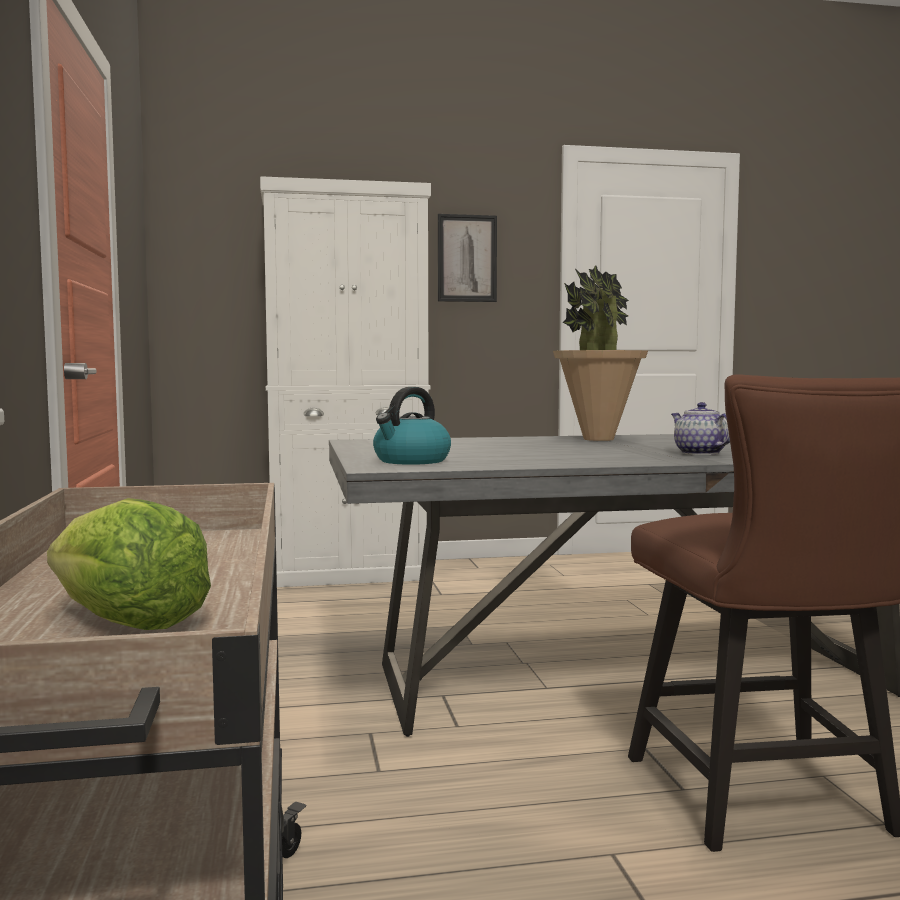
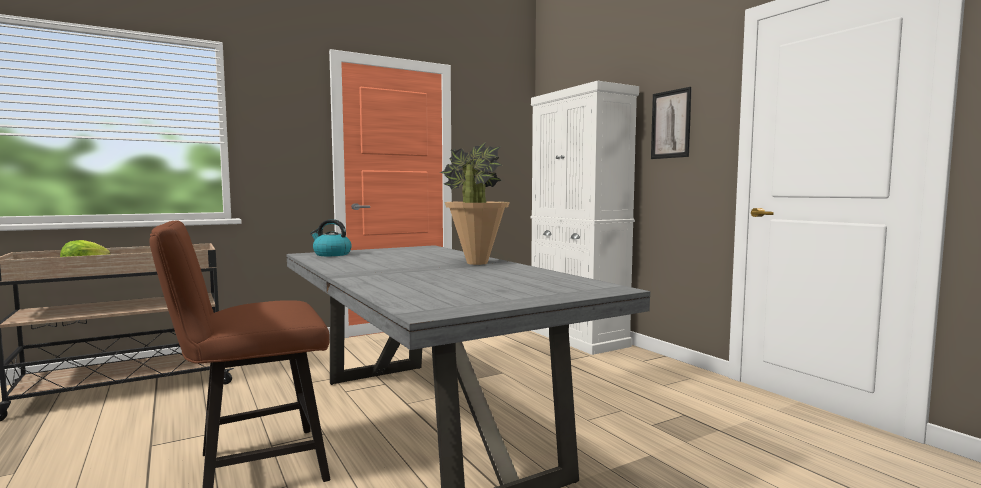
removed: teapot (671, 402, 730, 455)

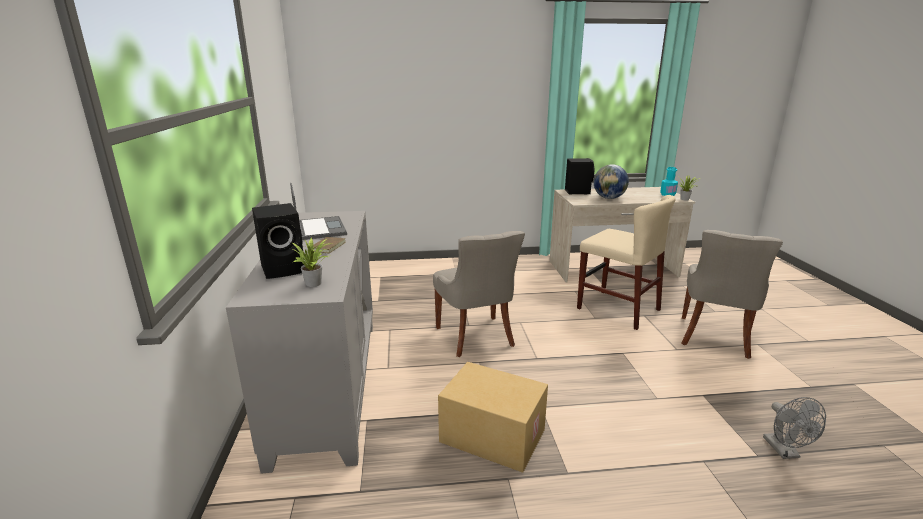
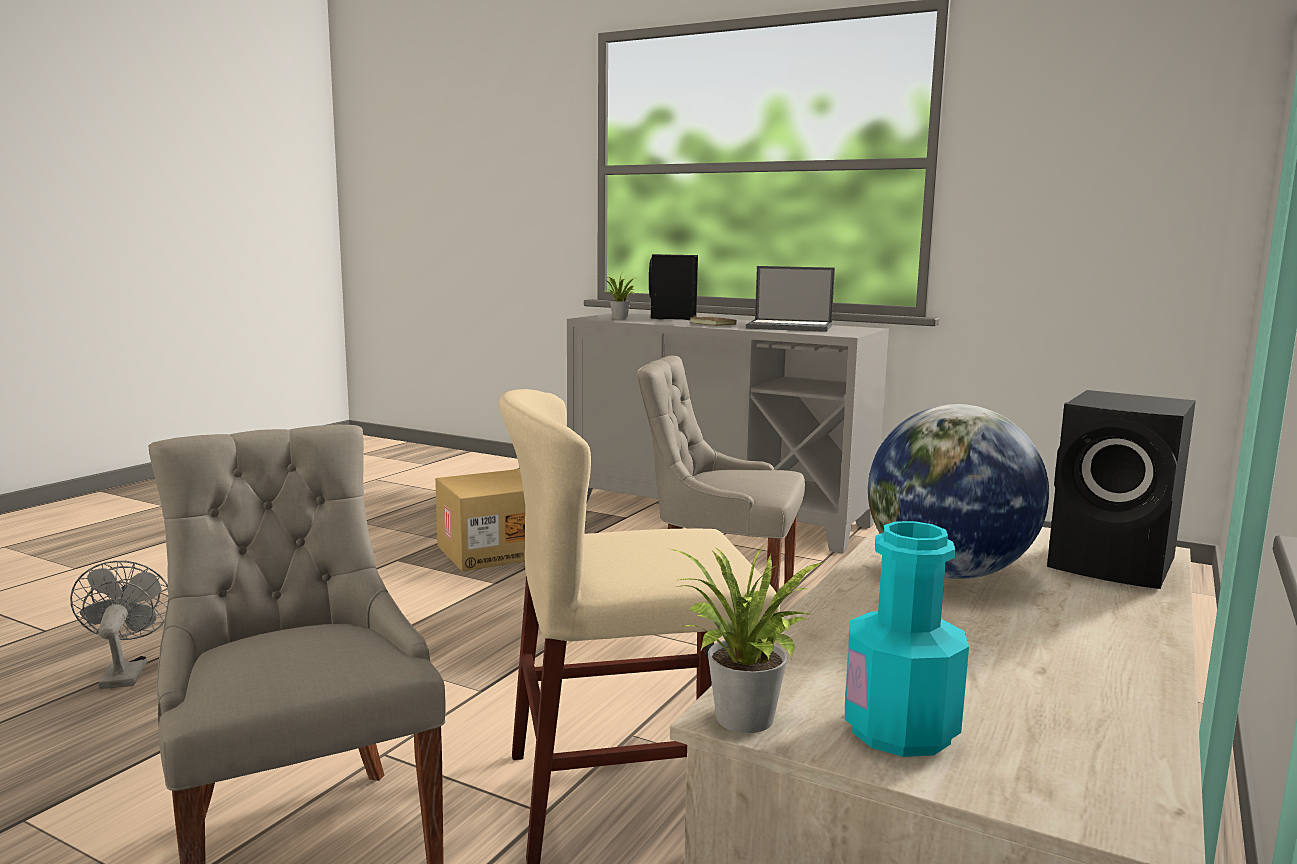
turned: greyish cooling fan (763, 397, 826, 459) = (70, 561, 169, 689) 45 degrees clockwise

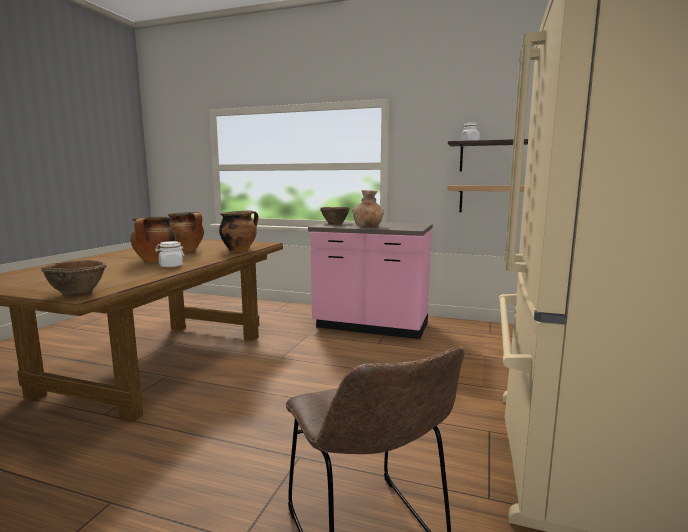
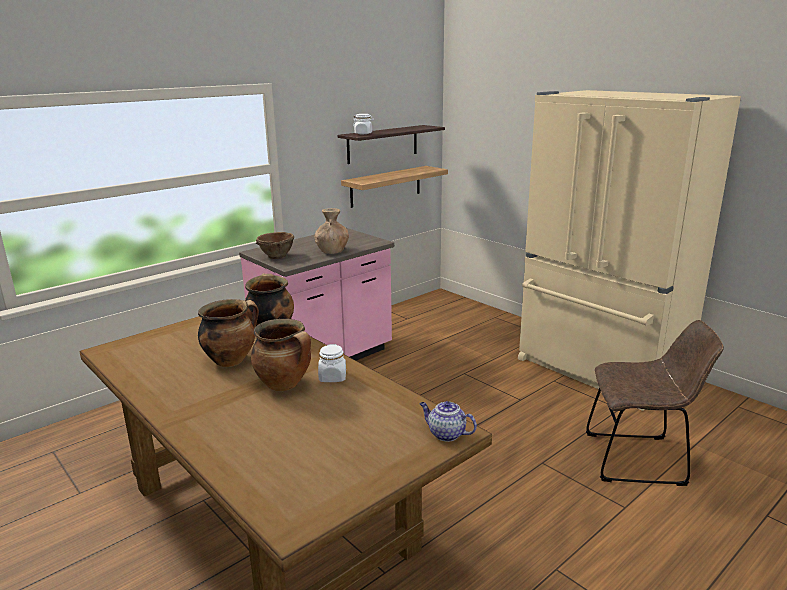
replaced: brown-coloured deep dish (41, 260, 107, 297) to teapot (419, 401, 477, 442)

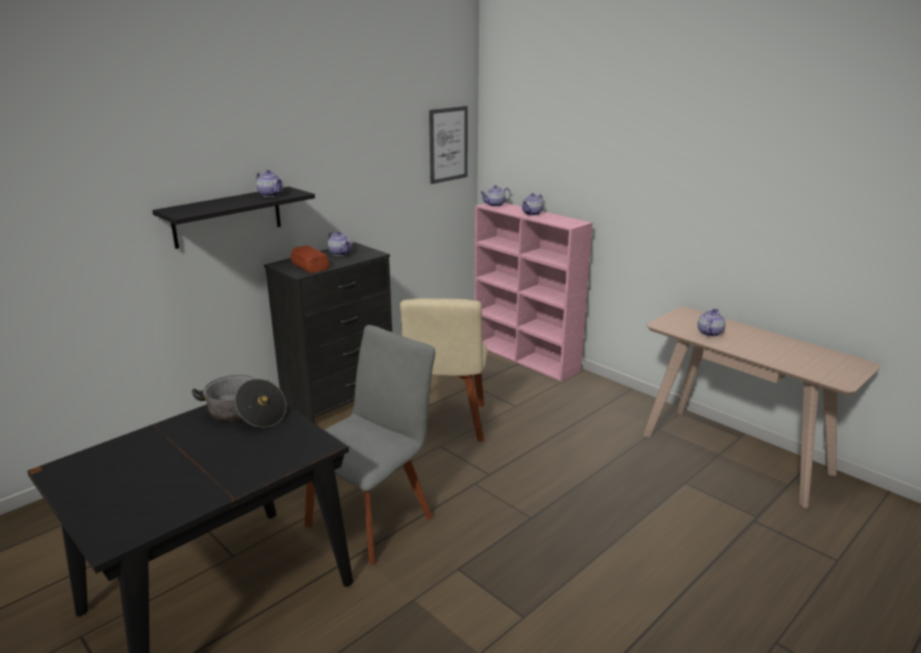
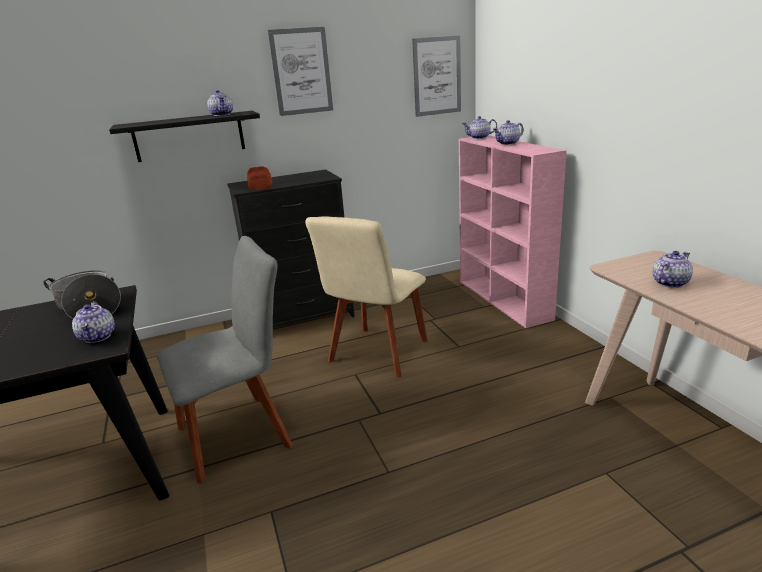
added: wall art (268, 27, 333, 116)
moved: teapot (328, 231, 352, 256) to (72, 301, 115, 343)

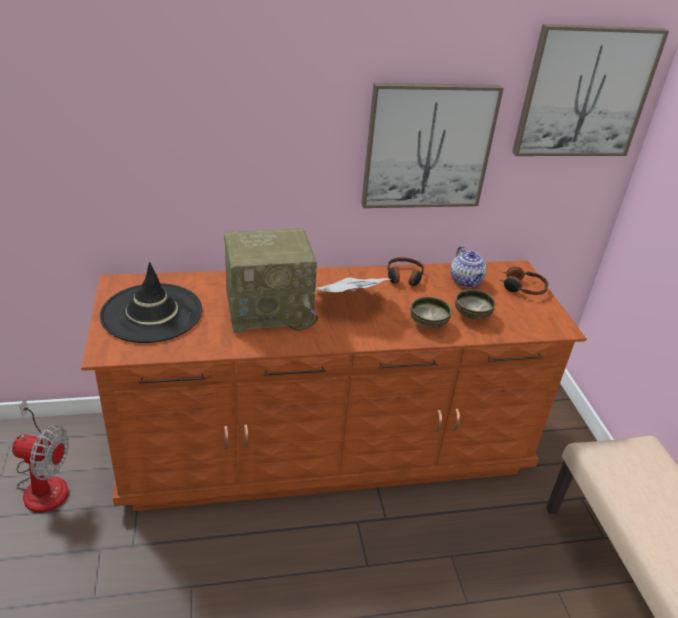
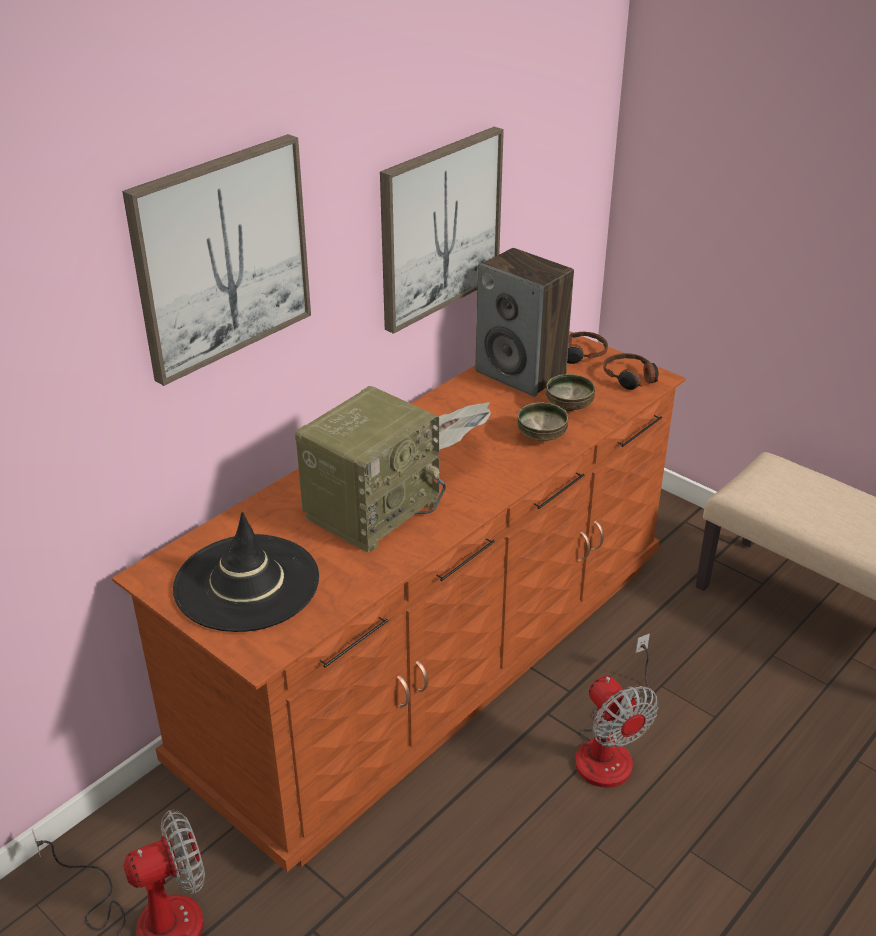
added: cooling fan (575, 634, 658, 788)
moved: wall art (512, 24, 669, 156) to (122, 134, 311, 386); headset (387, 257, 424, 286) to (603, 353, 658, 390)
replaced: teapot (451, 246, 487, 288) to speaker (475, 248, 574, 397)

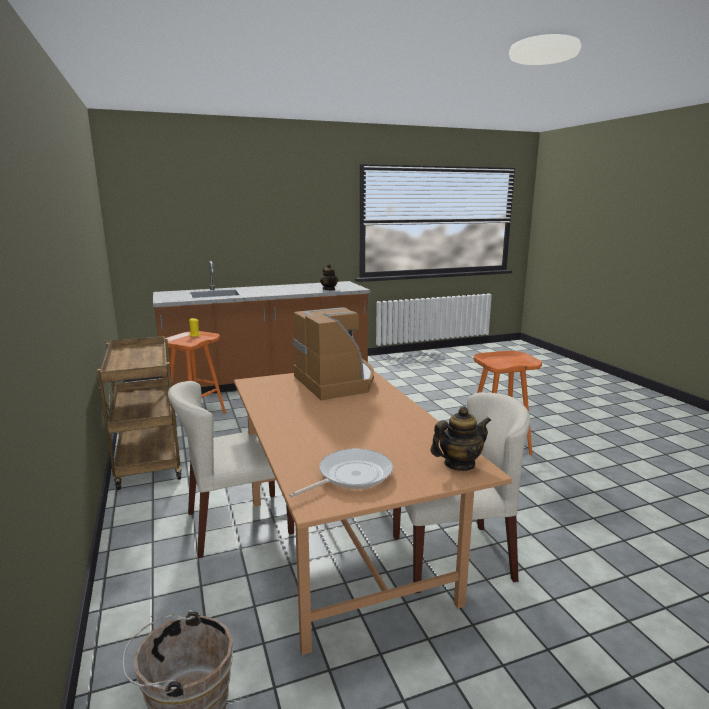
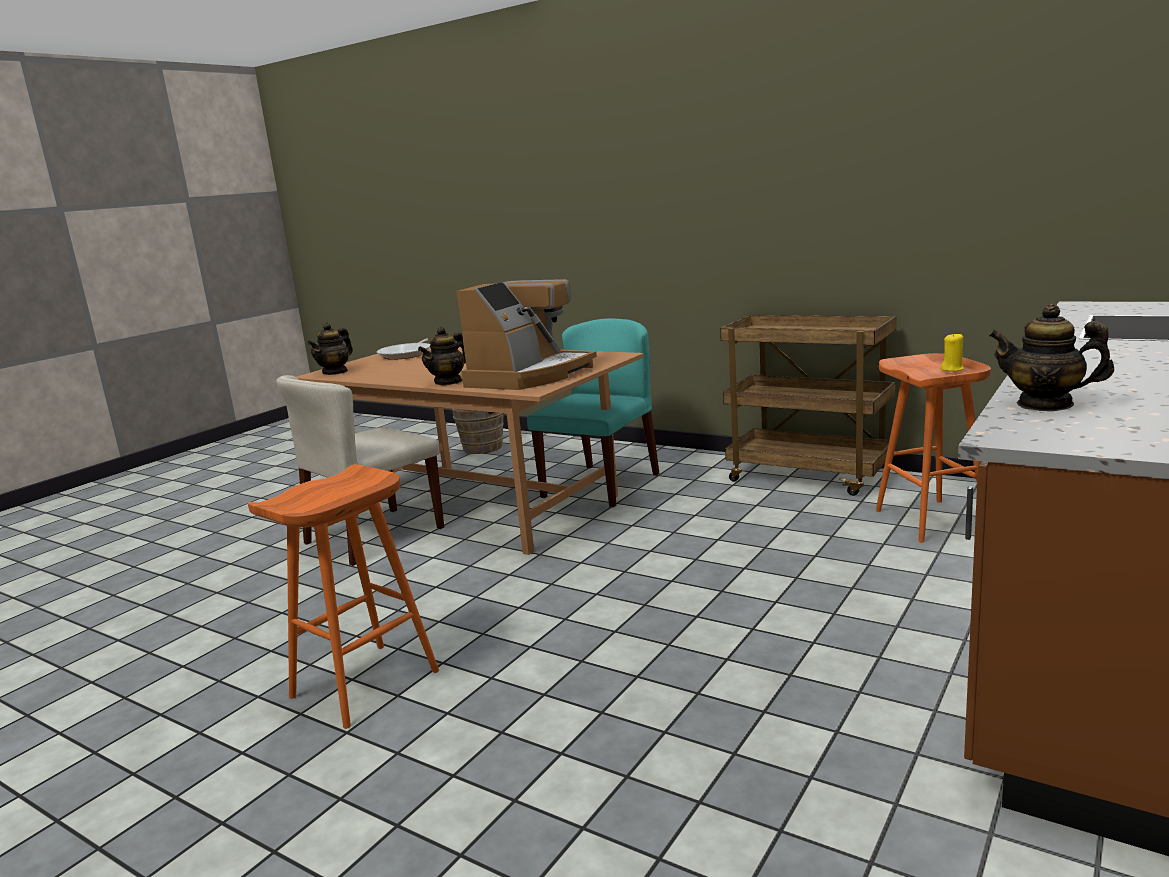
added: teapot (418, 327, 466, 385)
recoloured: sand-coloured plain chair (168, 381, 294, 558) to blue-green plain chair (527, 318, 660, 507)
turned: coffee machine (293, 307, 374, 400) = (456, 279, 597, 390) 90 degrees counterclockwise

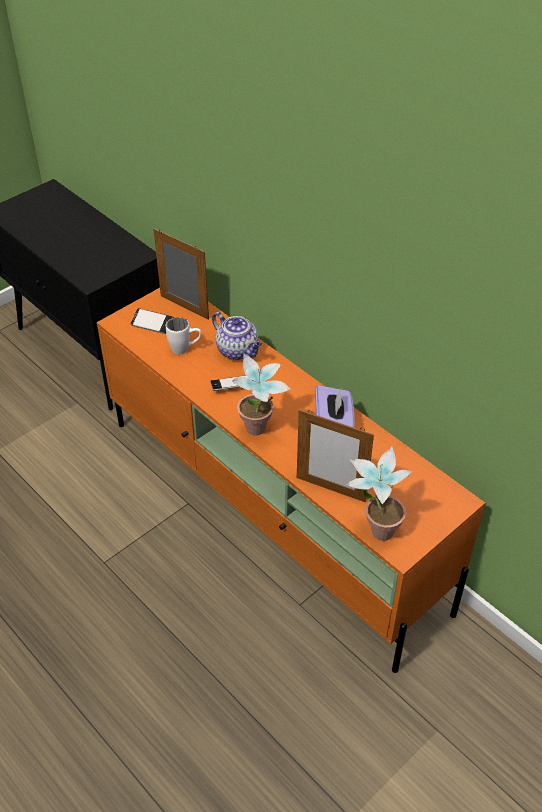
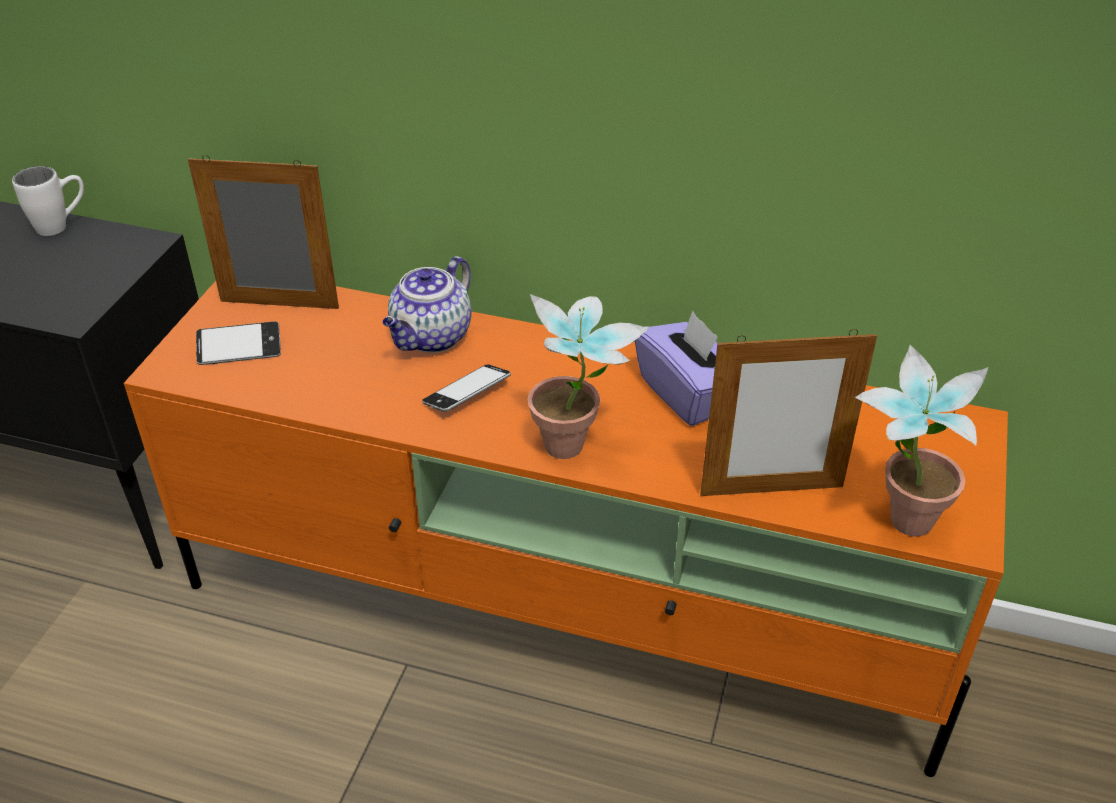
moved: white-coloured coffee mug (166, 317, 202, 355) to (12, 166, 84, 236)
turned: teapot (212, 312, 262, 360) = (382, 256, 472, 353) 105 degrees clockwise

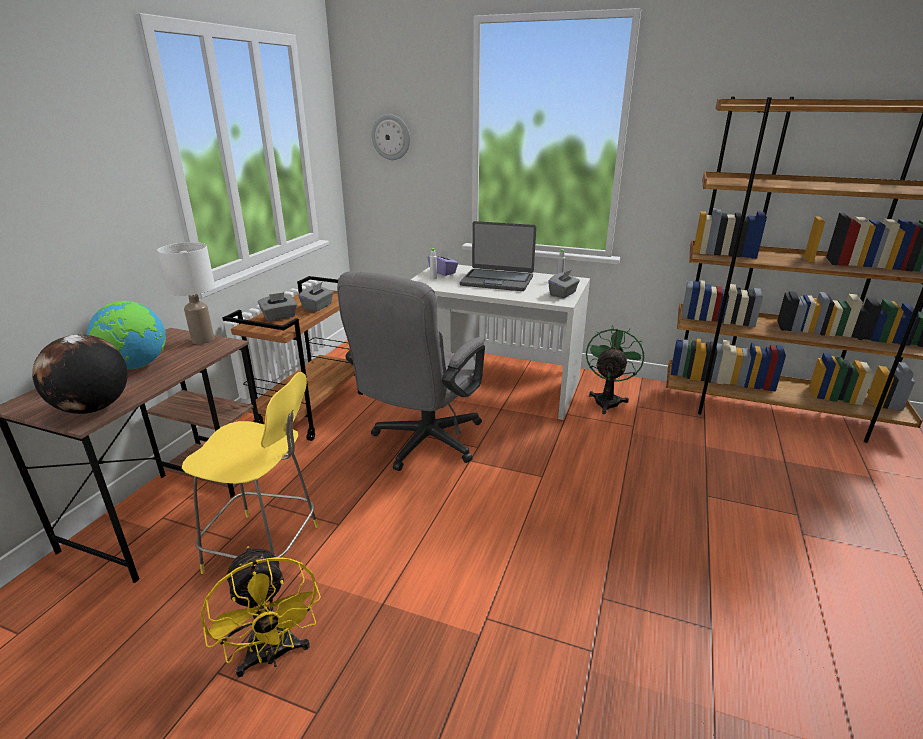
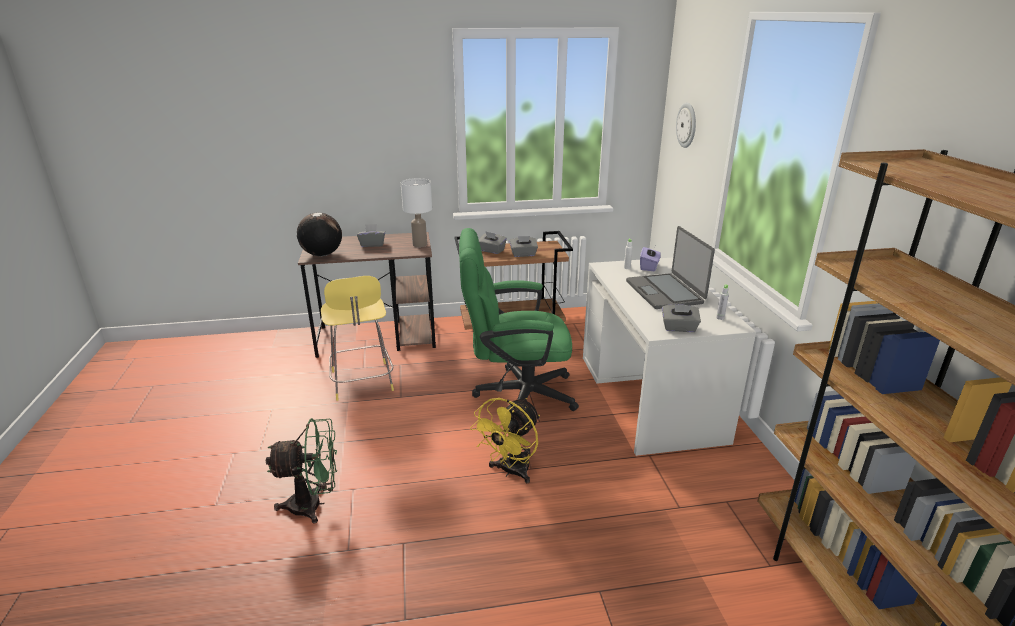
moved: greenish cooling fan (586, 325, 644, 414) to (266, 418, 337, 524); yellow-coloured cooling fan (201, 546, 321, 677) to (470, 398, 540, 483)
replaced: world globe (87, 301, 166, 369) to greyish tissue holder (357, 224, 385, 247)
recoloured: greyish desk chair (337, 271, 485, 471) to greenish desk chair (459, 228, 579, 411)

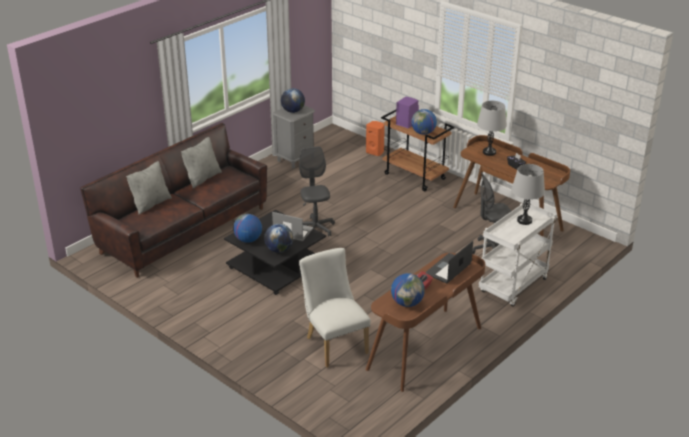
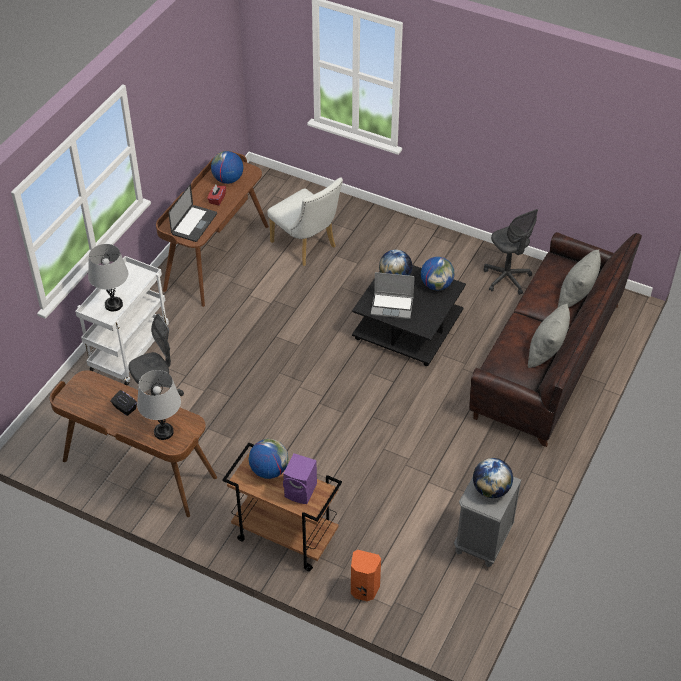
moved: greyish desk chair (299, 146, 335, 236) to (484, 209, 538, 295)

